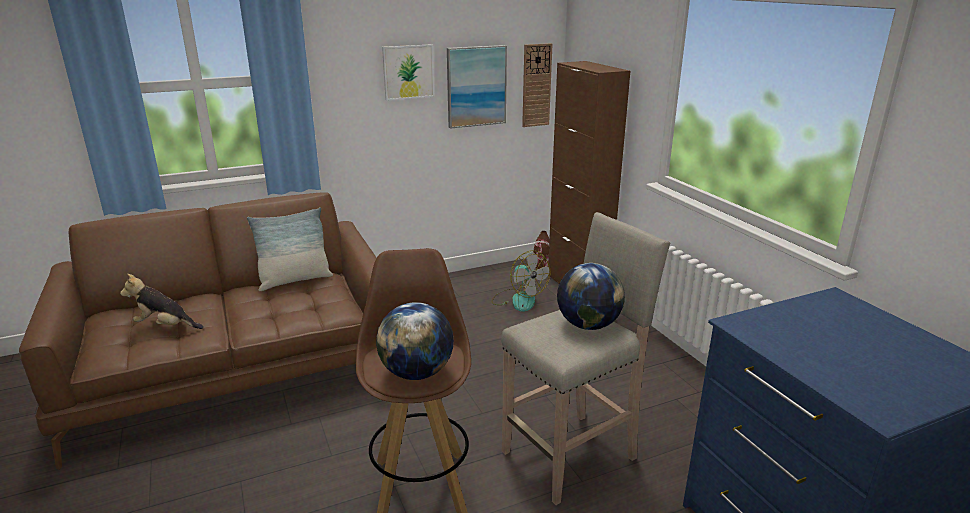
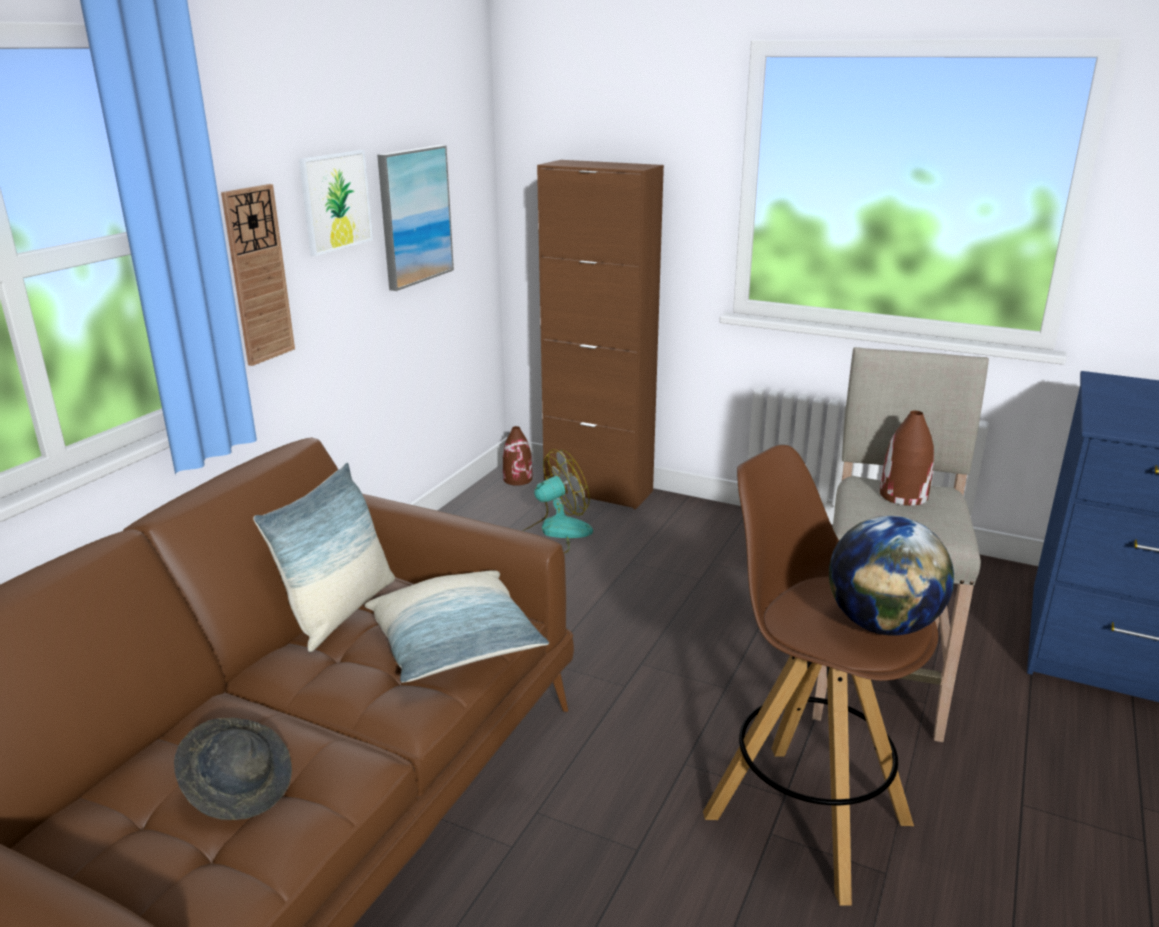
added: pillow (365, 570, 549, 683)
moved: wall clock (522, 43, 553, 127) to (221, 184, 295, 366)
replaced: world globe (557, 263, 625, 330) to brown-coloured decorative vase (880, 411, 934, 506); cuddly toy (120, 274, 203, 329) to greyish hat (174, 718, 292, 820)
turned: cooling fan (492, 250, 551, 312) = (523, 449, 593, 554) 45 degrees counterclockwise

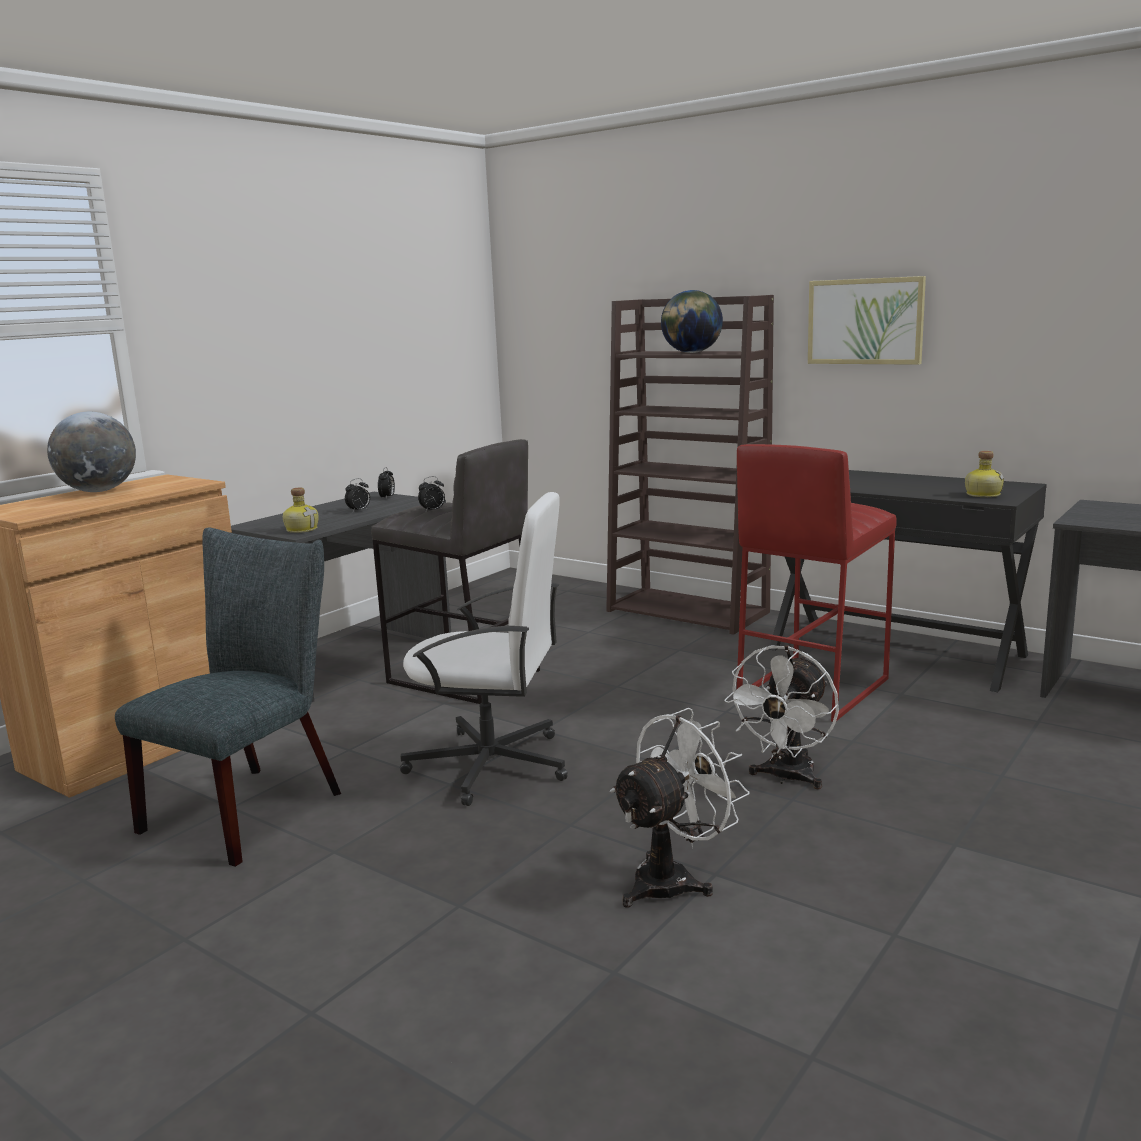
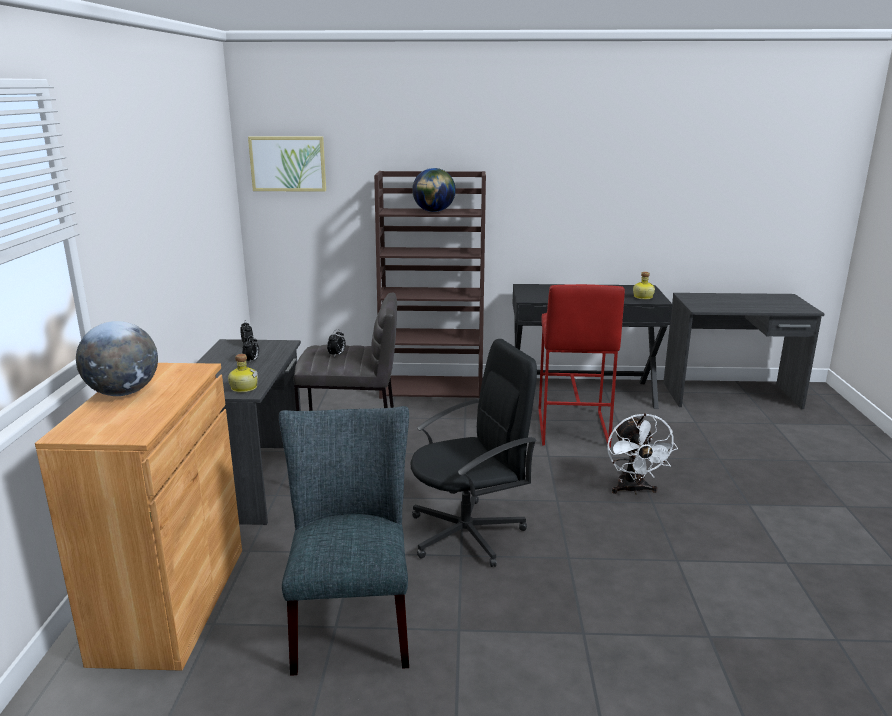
removed: white-coloured cooling fan (610, 708, 749, 908)
moved: wall art (808, 276, 926, 365) to (248, 136, 326, 192)
recoloured: white-coloured desk chair (400, 492, 568, 806) to black-coloured desk chair (410, 339, 537, 567)

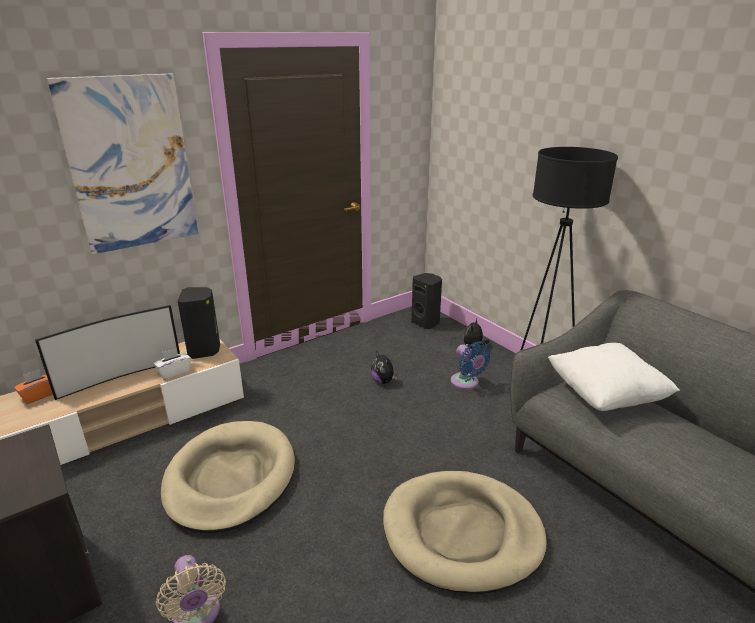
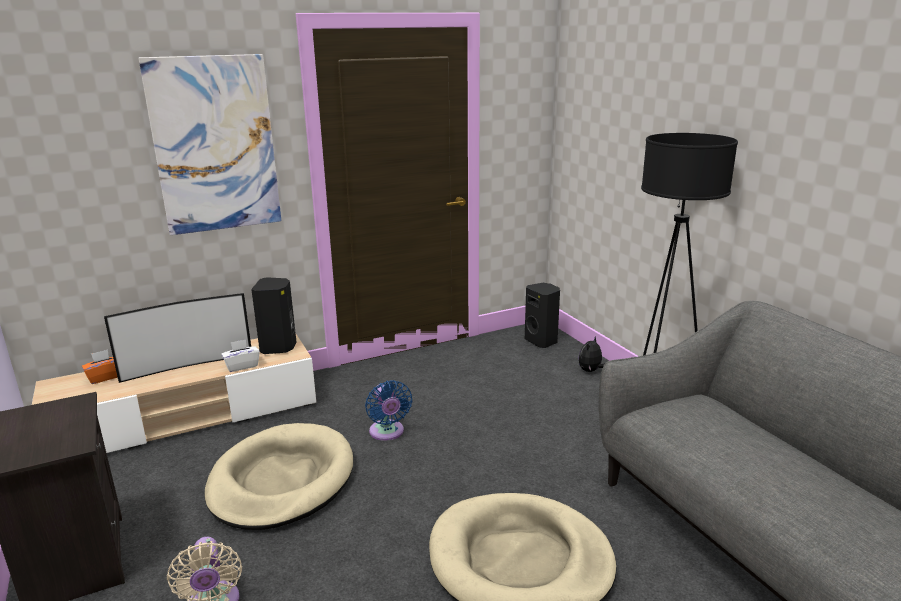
removed: white-coloured pillow (548, 343, 680, 411); cuddly toy (371, 351, 397, 384)
moved: bluish cooling fan (451, 341, 491, 390) to (365, 380, 412, 441)

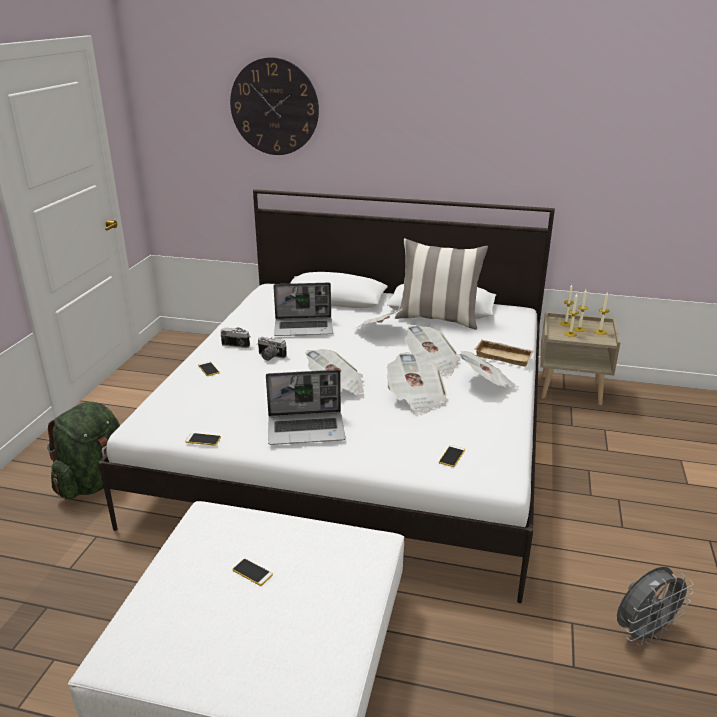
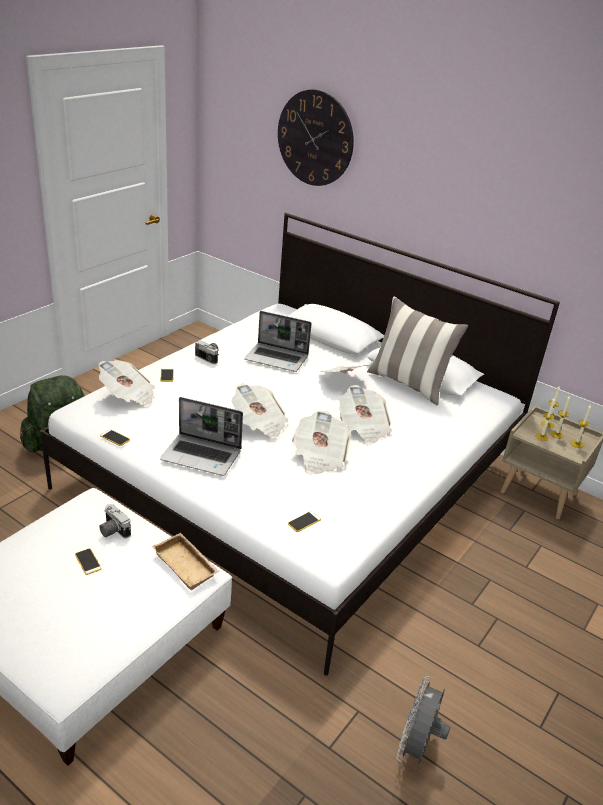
moved: still camera (257, 337, 287, 361) to (99, 504, 131, 538); sand-coloured carrying tray (474, 339, 534, 367) to (152, 533, 220, 590); newspaper (457, 351, 519, 388) to (99, 360, 155, 406)
turned: greyish cooling fan (617, 567, 694, 647) = (396, 676, 450, 764) 120 degrees clockwise

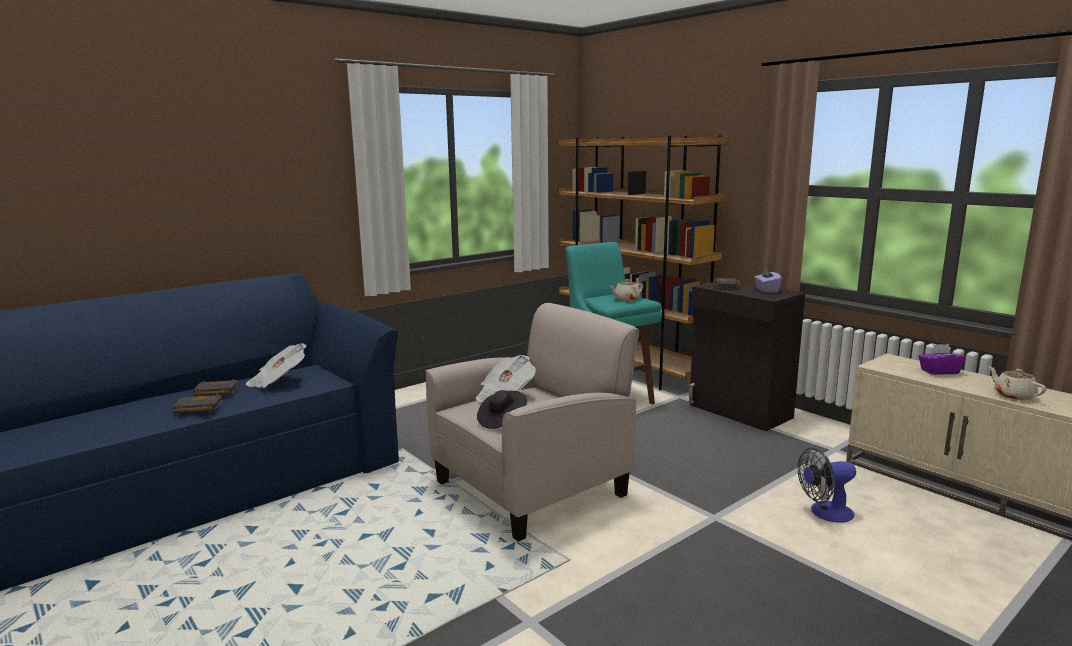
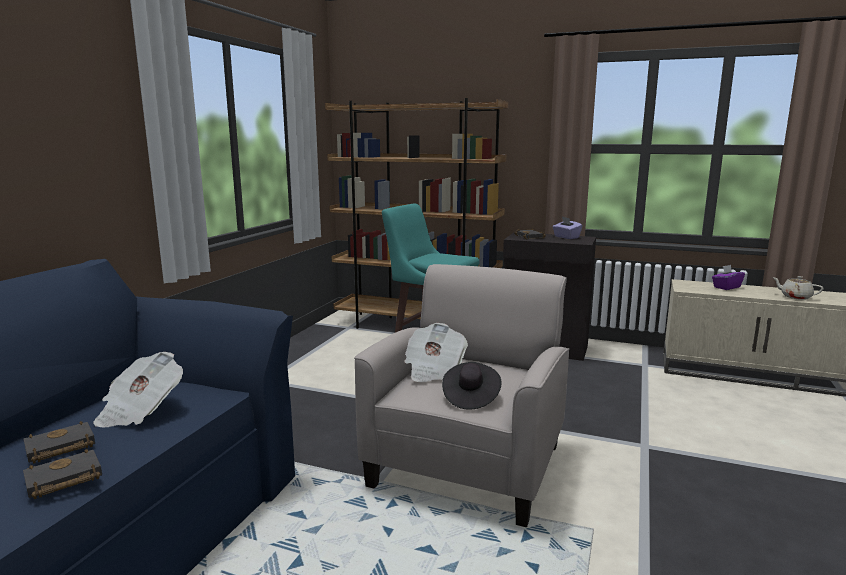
removed: sand-coloured teapot (610, 279, 643, 301); cooling fan (798, 448, 856, 523)

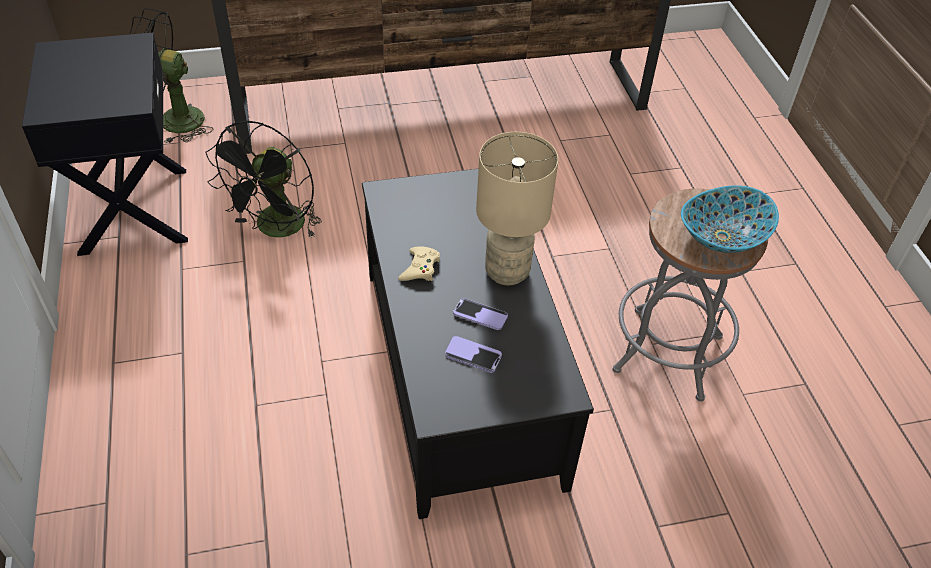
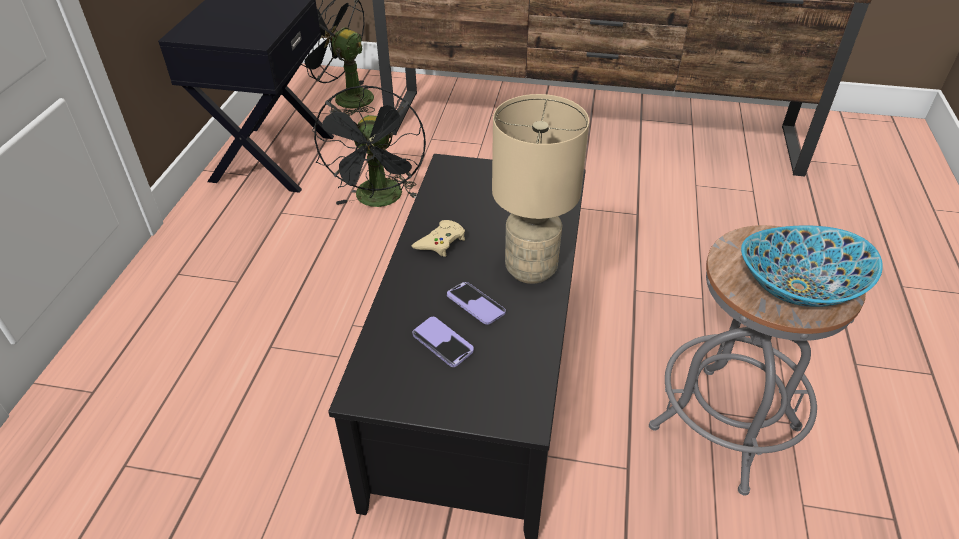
turned: black-coloured cooling fan (206, 121, 322, 239) = (312, 85, 426, 207) 45 degrees counterclockwise

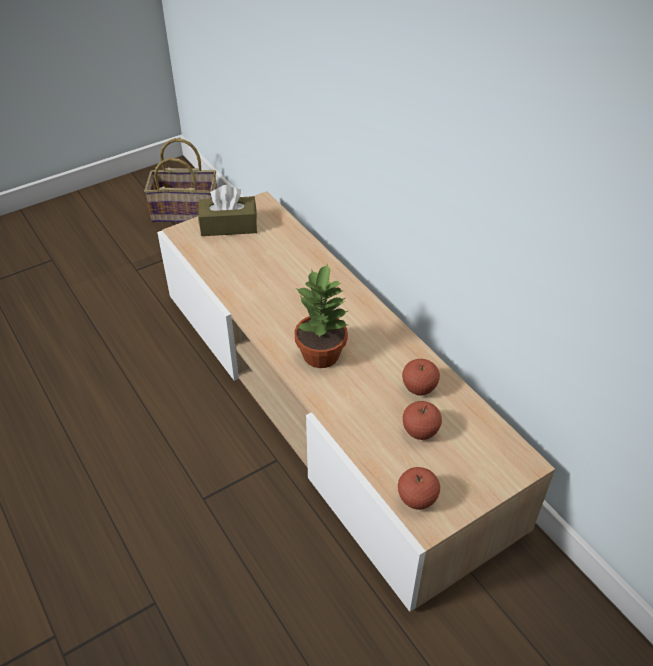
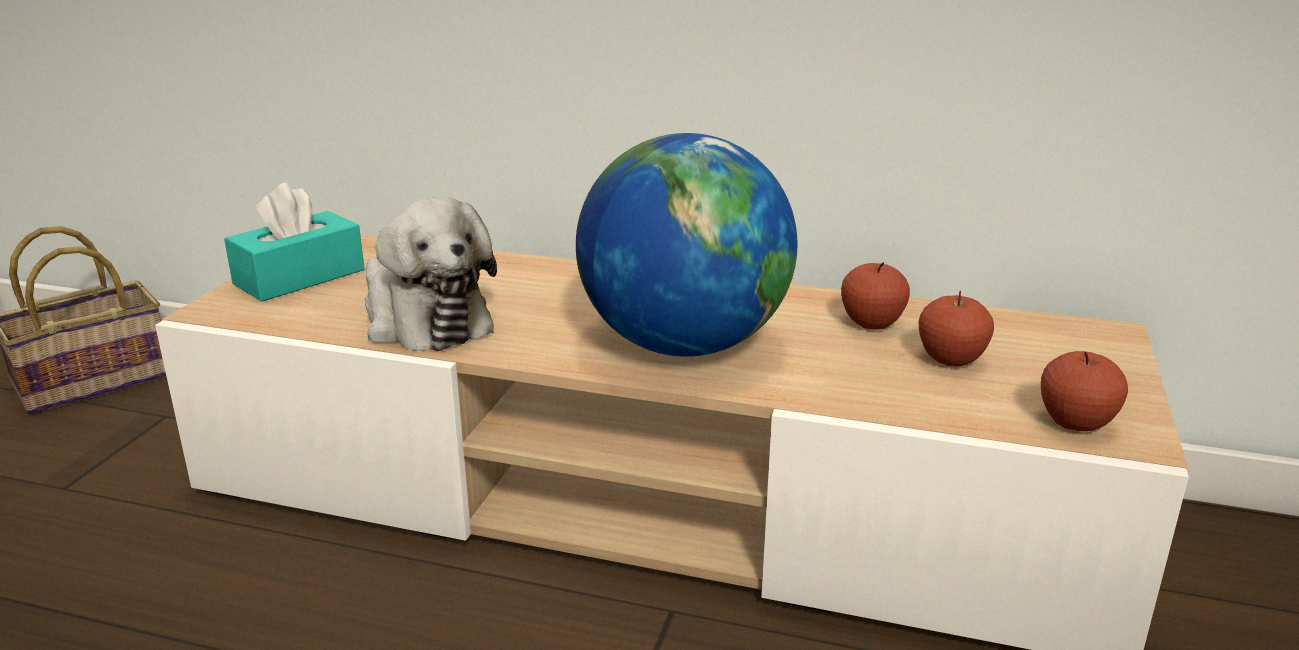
added: cuddly toy (365, 197, 497, 351)
replaced: houseplant (295, 263, 348, 368) to world globe (576, 133, 798, 357)
recoloured: brown-coloured tissue holder (198, 185, 257, 236) to blue-green tissue holder (224, 182, 365, 301)

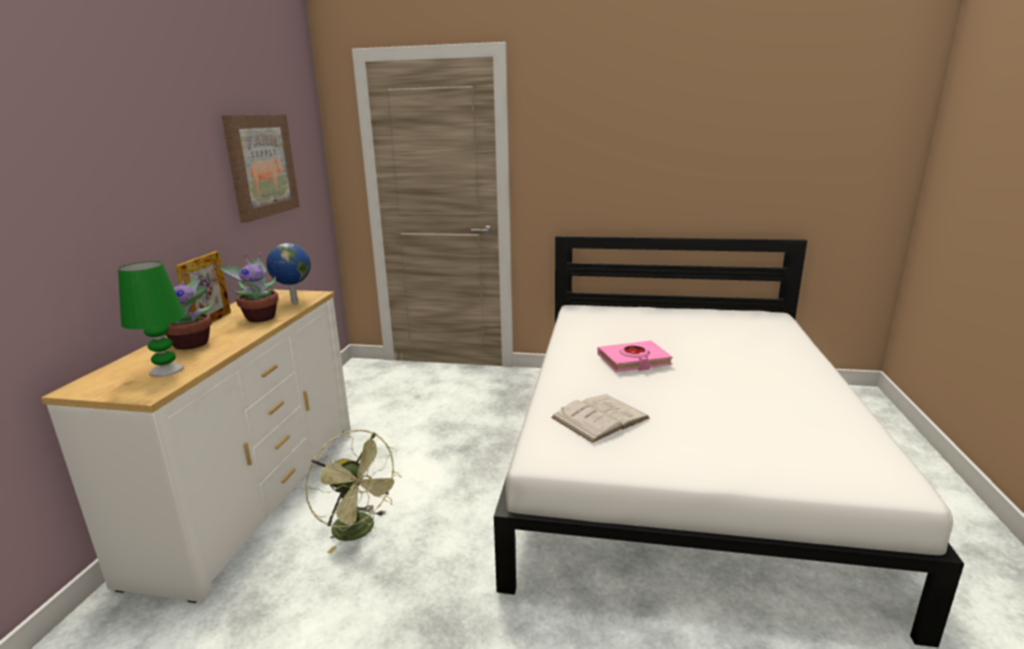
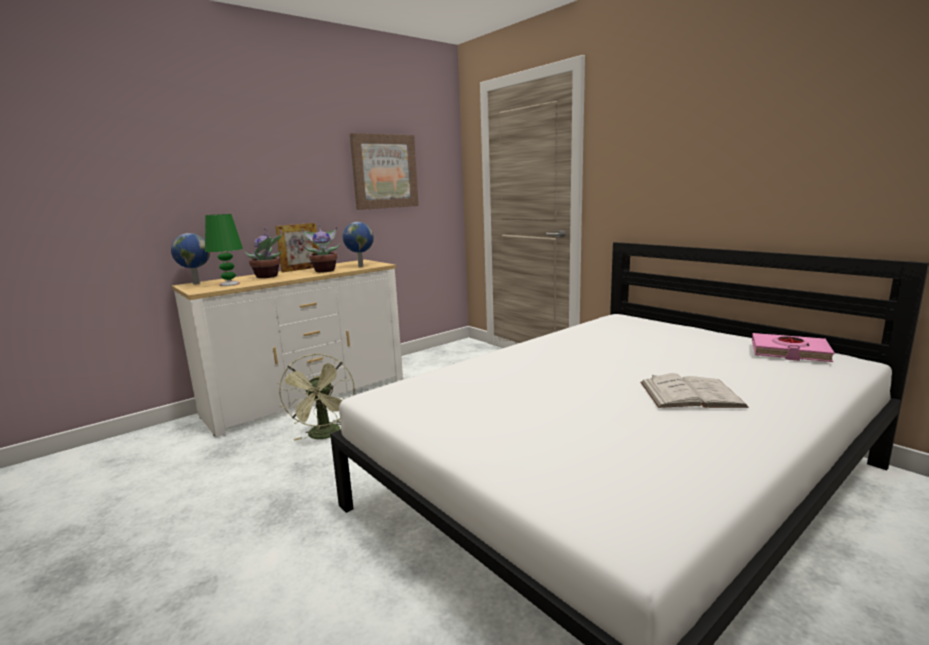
added: world globe (171, 233, 210, 285)
moved: pinkish book (597, 341, 673, 372) to (752, 333, 835, 362); white-coloured book (551, 394, 650, 443) to (641, 373, 749, 408)

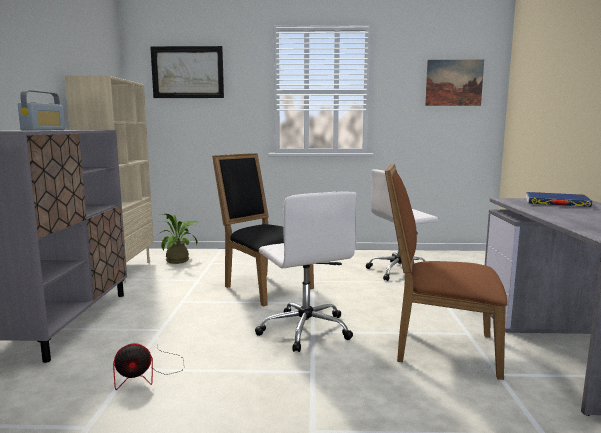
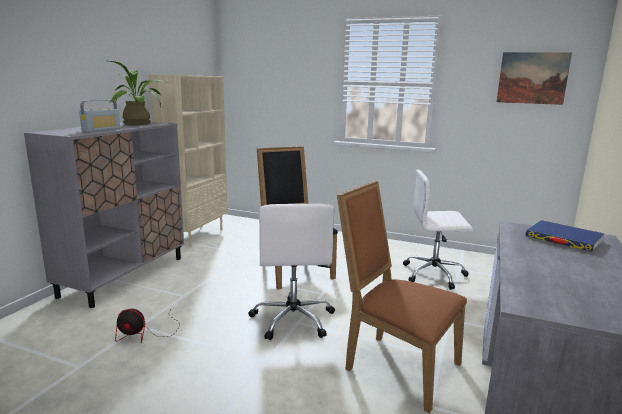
removed: wall art (150, 46, 224, 98)
moved: houseplant (157, 214, 197, 264) to (110, 61, 169, 125)

